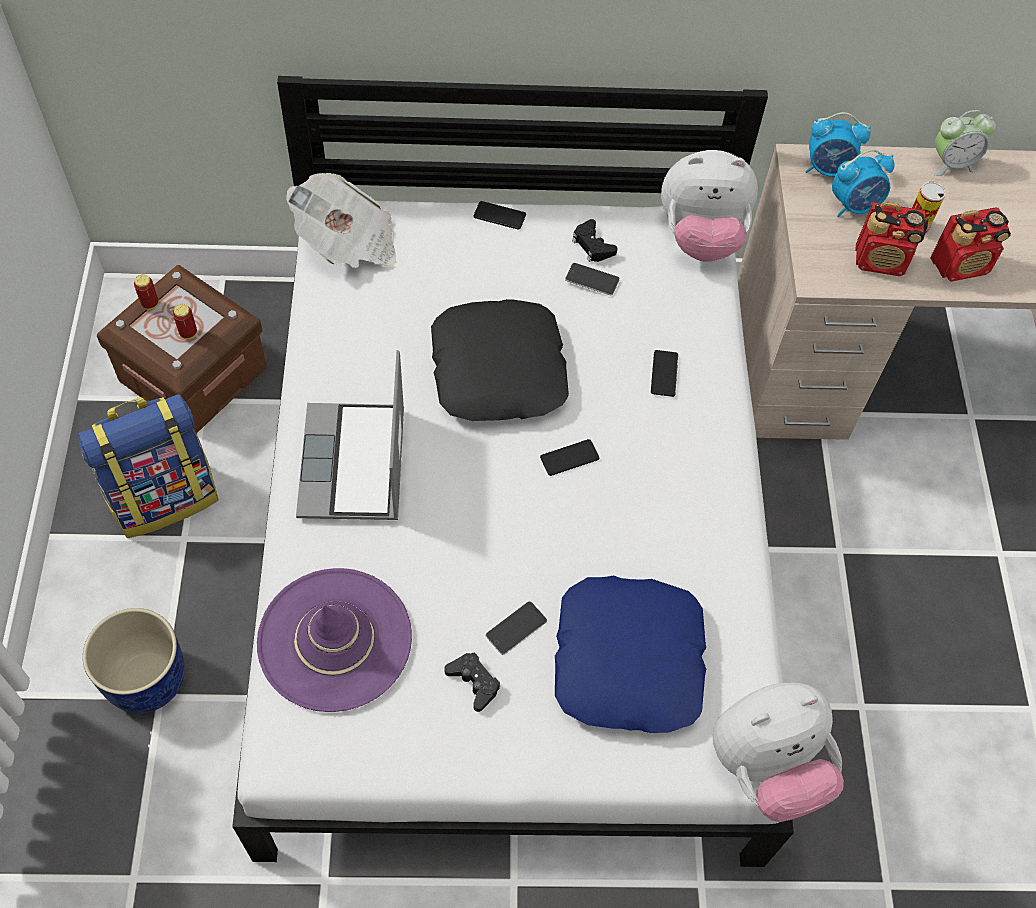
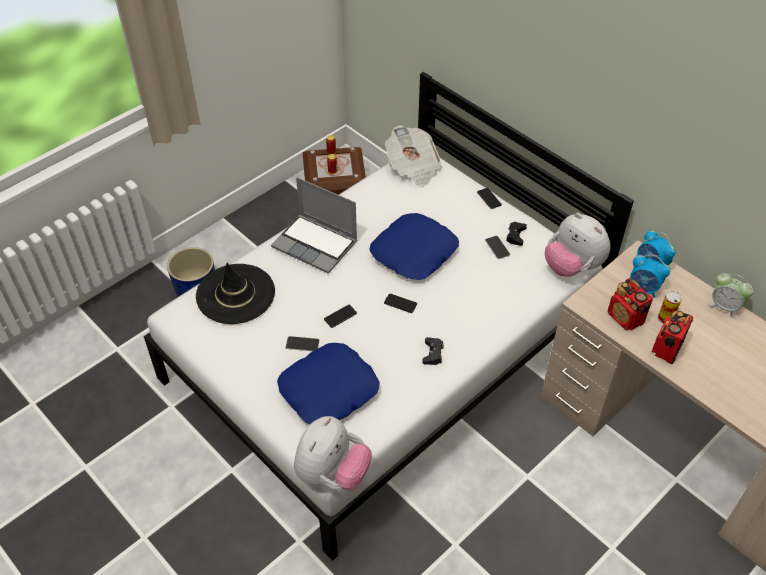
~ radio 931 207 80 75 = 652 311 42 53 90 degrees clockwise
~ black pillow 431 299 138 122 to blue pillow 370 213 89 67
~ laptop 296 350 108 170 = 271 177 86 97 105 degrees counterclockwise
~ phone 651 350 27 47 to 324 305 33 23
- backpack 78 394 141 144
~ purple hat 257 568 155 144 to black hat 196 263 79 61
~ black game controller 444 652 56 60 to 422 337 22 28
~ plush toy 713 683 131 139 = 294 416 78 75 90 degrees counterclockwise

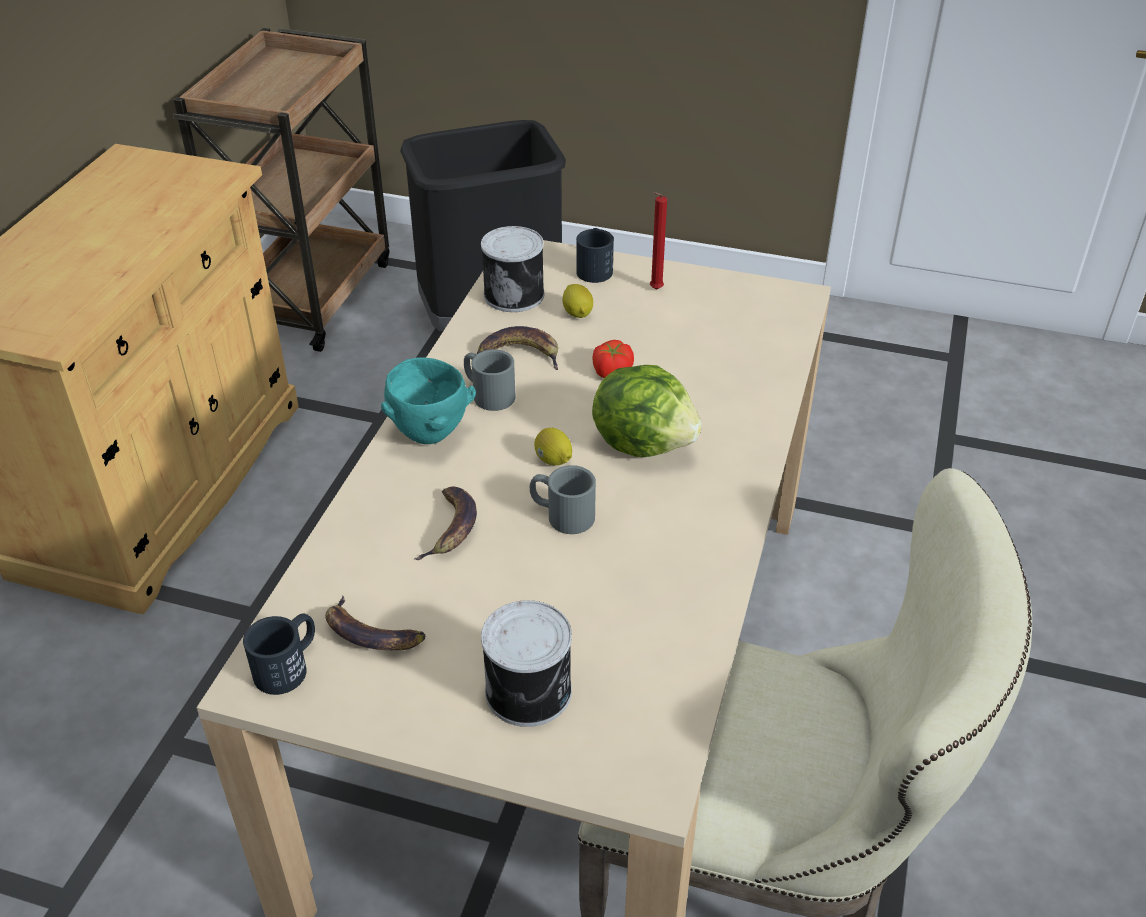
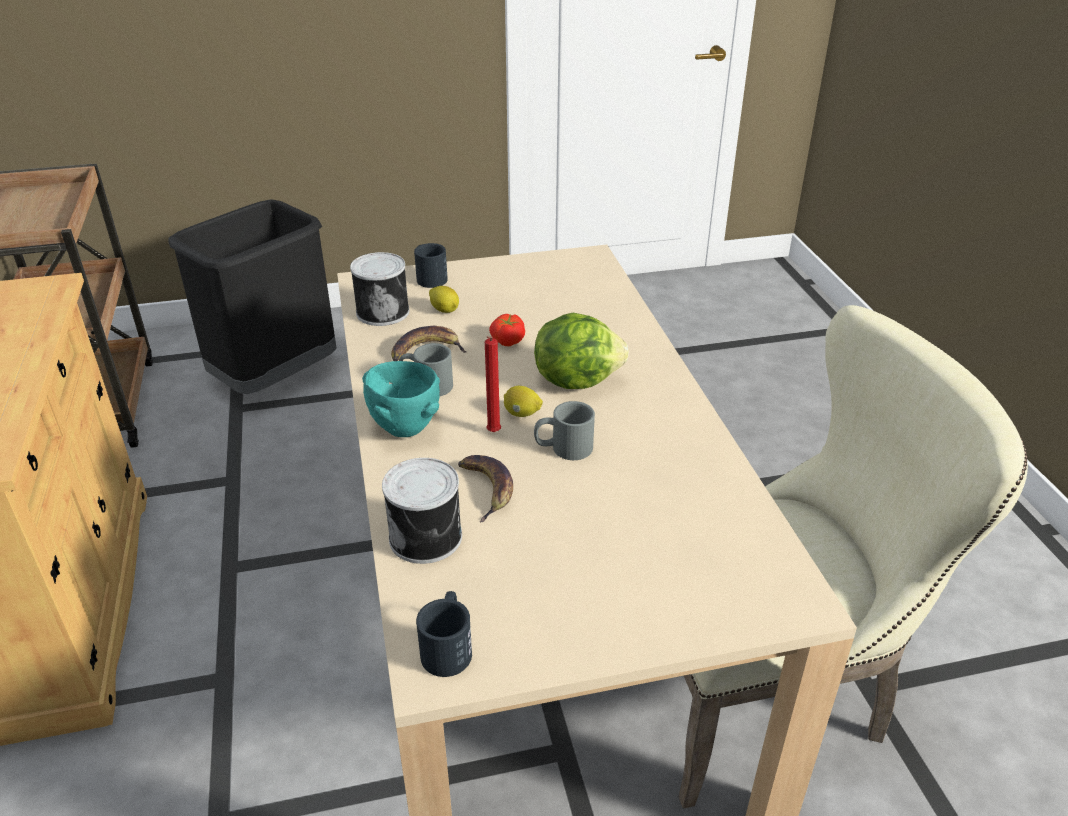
~ red candle 650 192 17 98 to 485 336 16 96
- banana 326 595 99 55
~ can 481 600 91 127 to 382 458 80 106

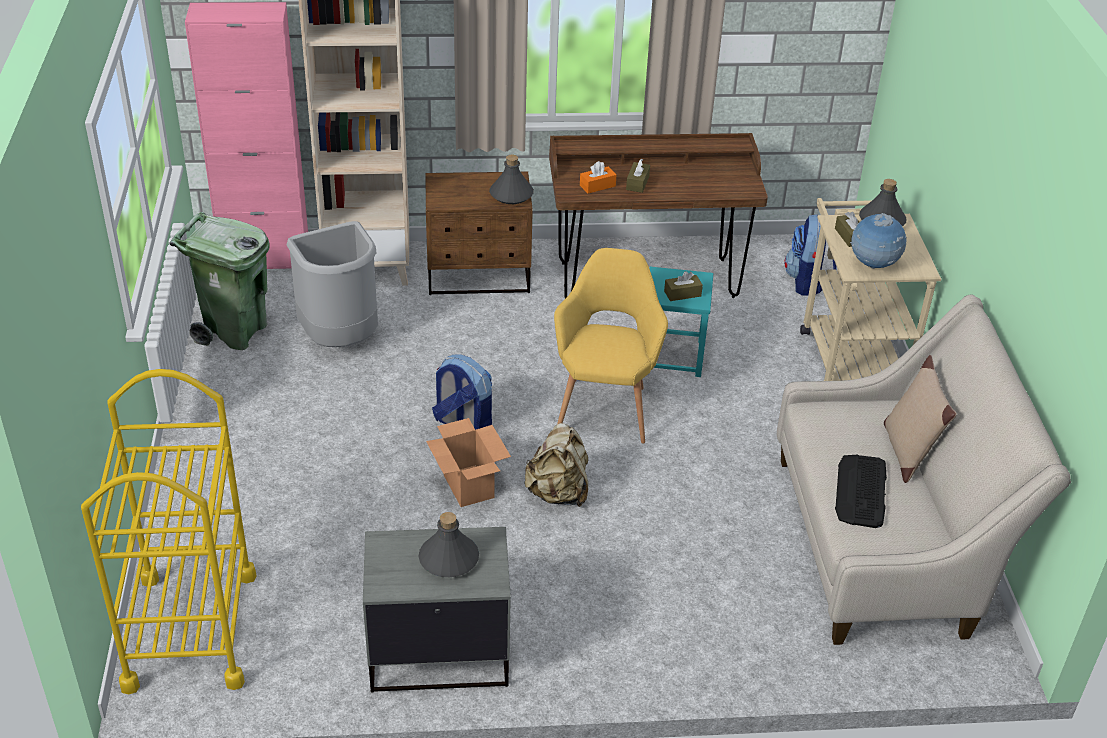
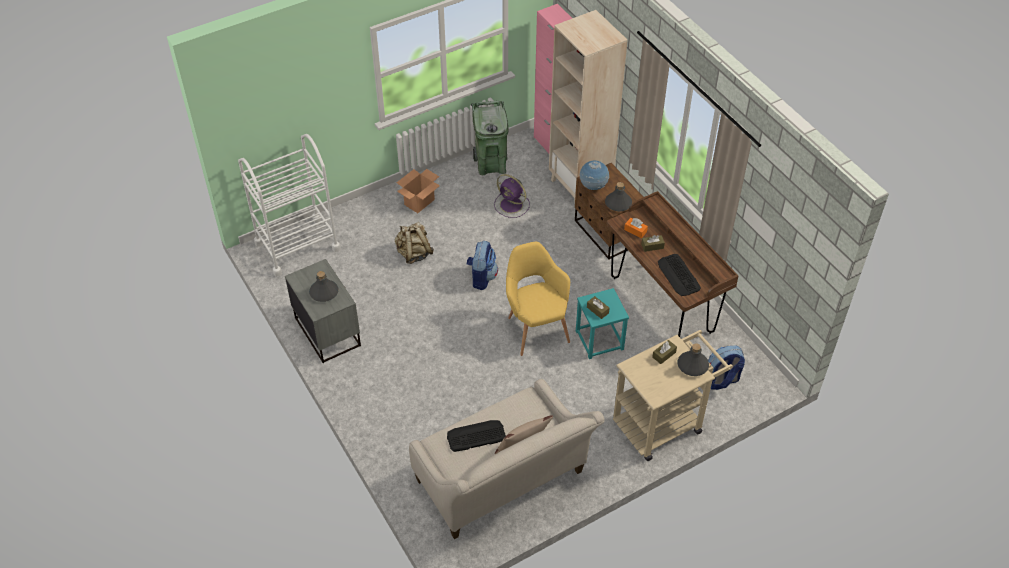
~ globe 850 213 57 56 to 580 161 30 29
~ grey trash can 286 221 92 126 to purple fan 494 174 36 44
~ yellow armchair 554 248 114 196 = 506 242 64 114 90 degrees counterclockwise
~ yellow cart 81 369 176 326 to white cart 238 134 103 143
~ cardboard box 426 418 85 89 to 397 169 43 44
~ beige backpack 525 423 63 84 to 395 222 39 42
+ keyboard 658 254 43 42

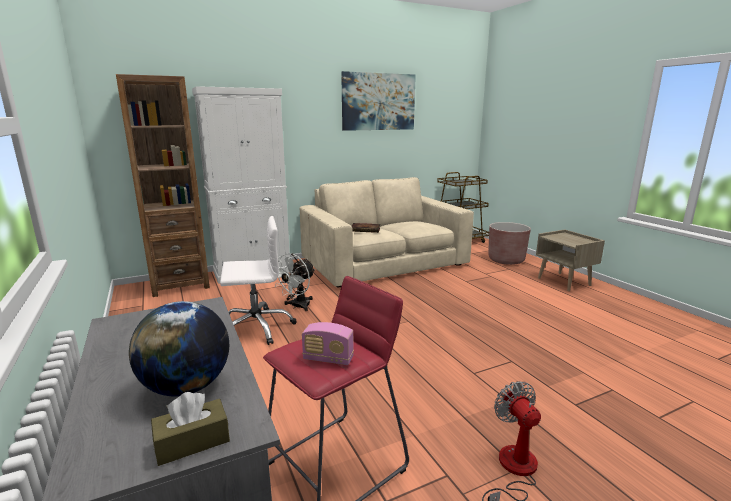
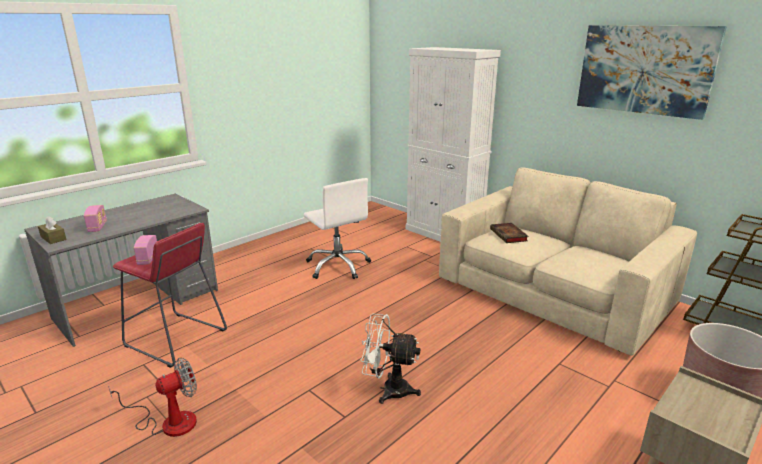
- brown bookcase 116 74 94 223
~ white fan 275 253 40 58 to 360 314 61 90
~ globe 129 301 100 95 to radio 84 205 23 27

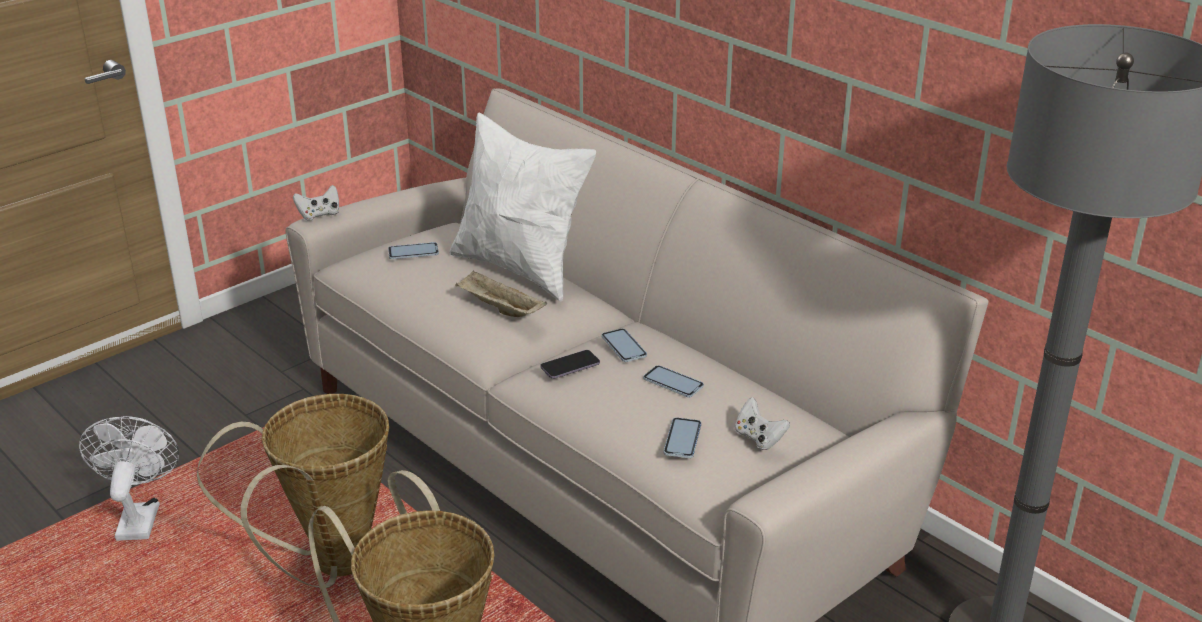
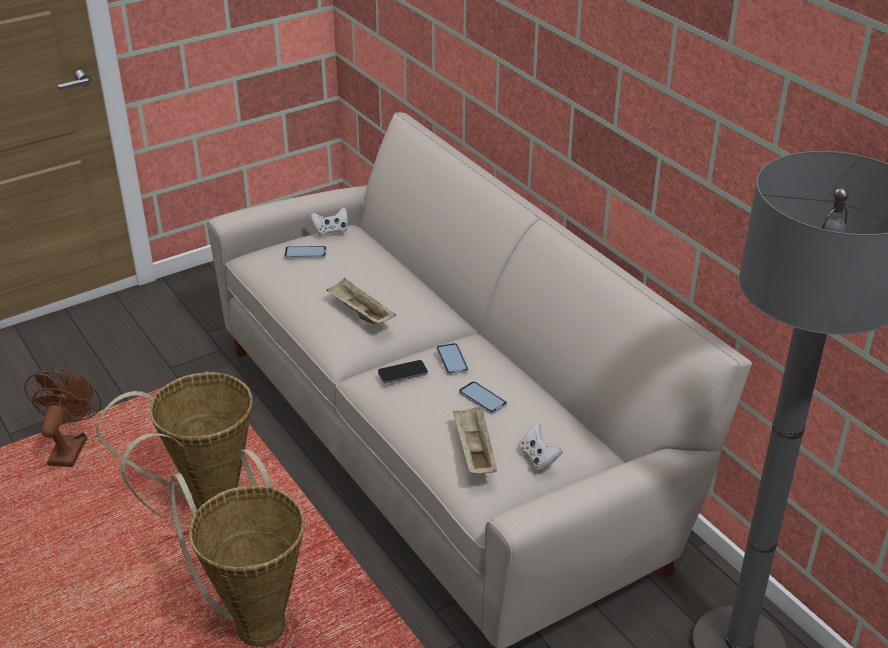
- white pillow 449 112 147 190
~ white game controller 293 185 46 35 to 311 207 37 29
~ white fan 79 416 100 125 to brown fan 24 369 77 98
~ phone 664 417 37 41 to beige tray 453 405 44 69

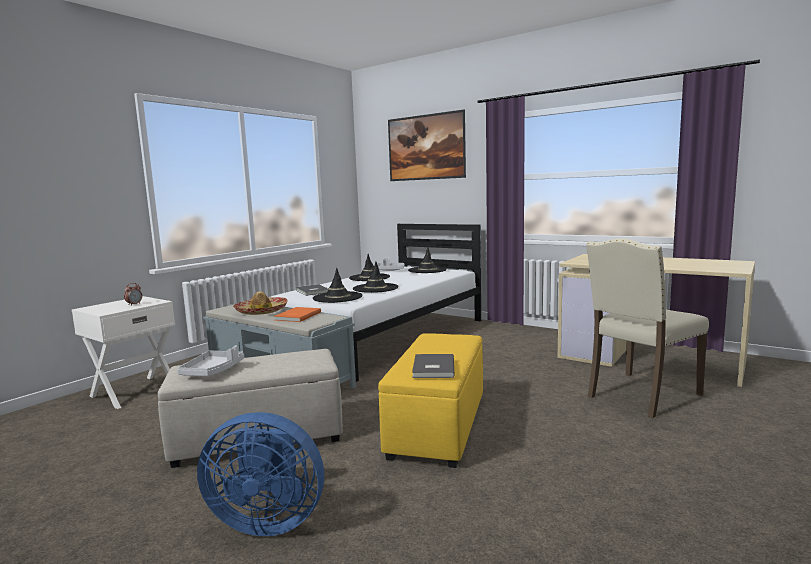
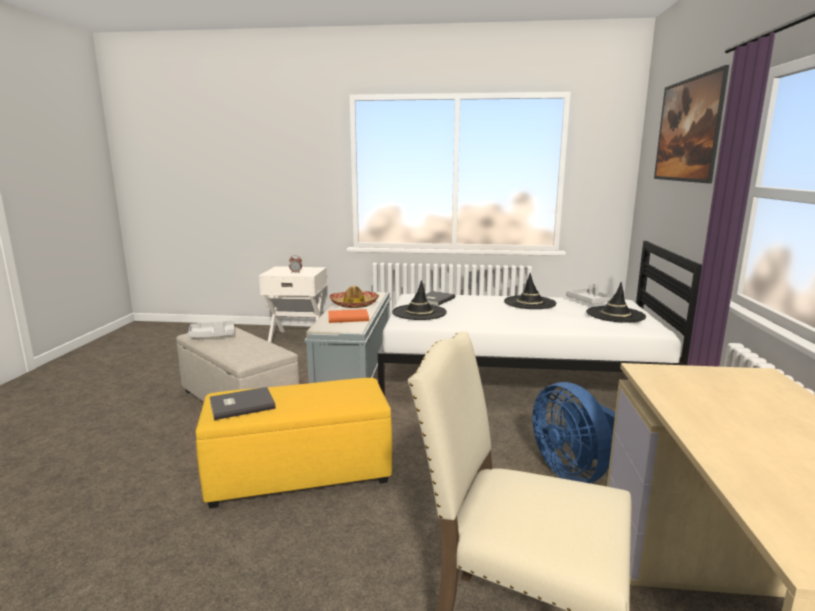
- black hat 353 261 45 32
~ blue fan 197 412 127 124 to 533 382 82 101

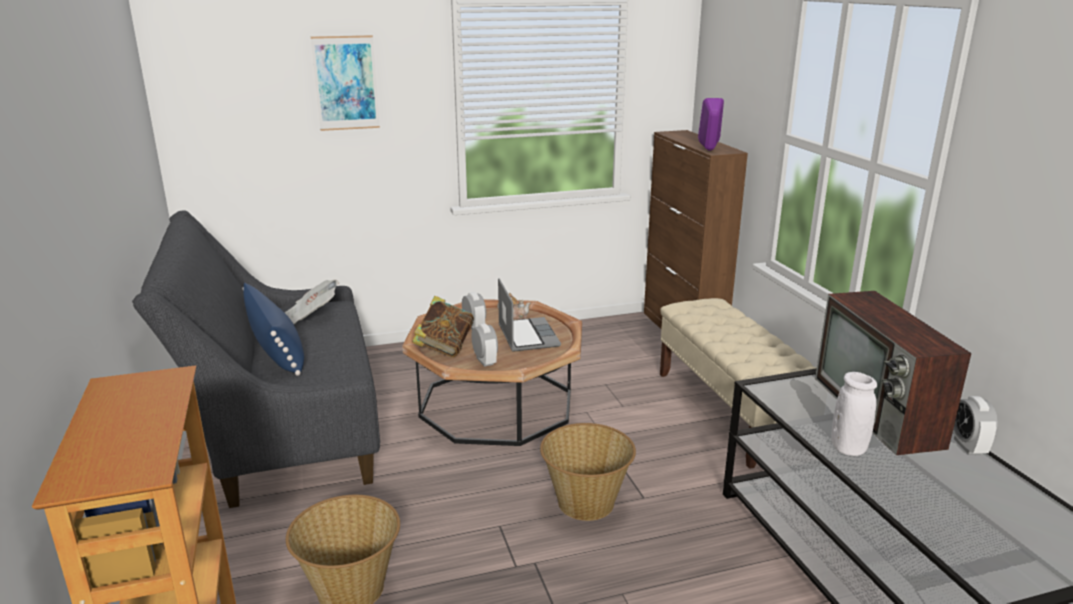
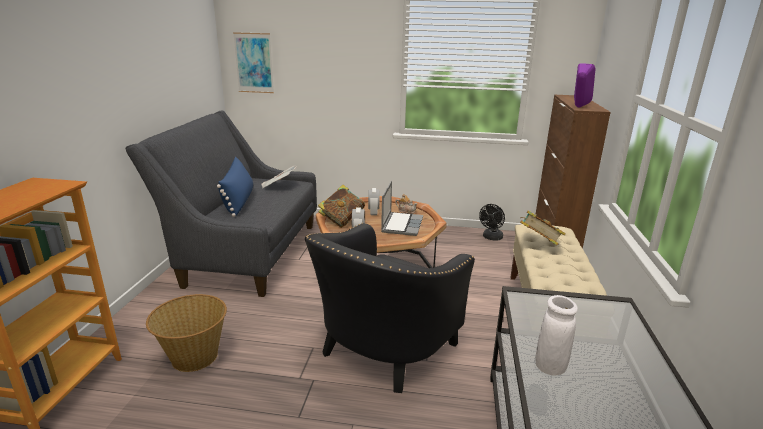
~ picture 311 35 69 96 to 233 32 41 61
- television 815 291 156 164
- alarm clock 953 396 45 59
~ basket 540 423 96 98 to black armchair 305 223 170 170
+ black fan 479 204 26 37
+ book 520 211 46 34

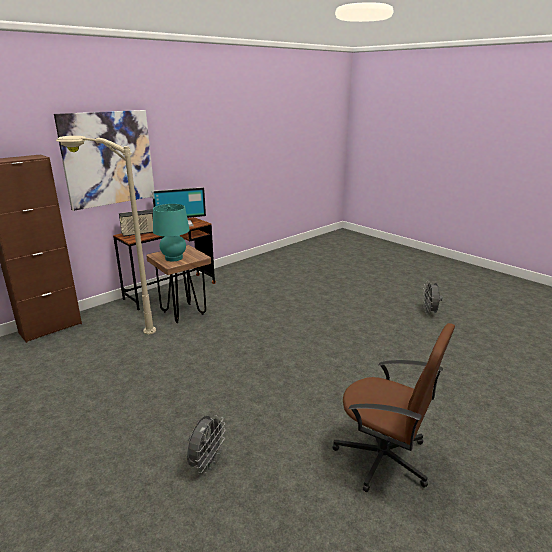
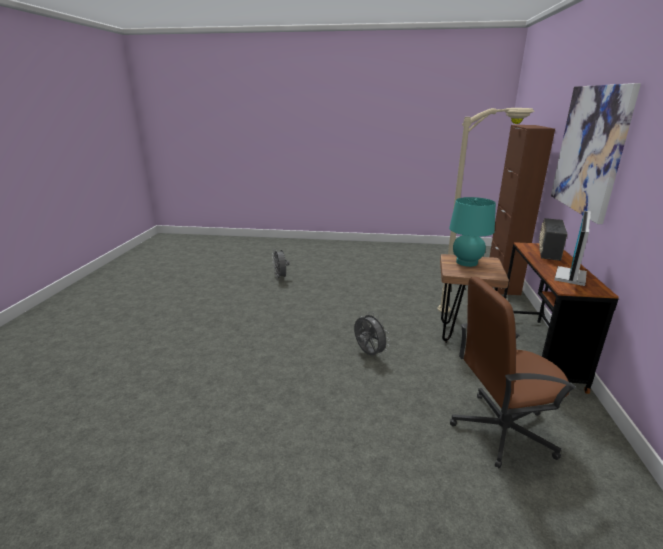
~ grey fan 422 281 21 34 to 354 312 36 44
~ brown office chair 332 323 123 169 to 450 277 126 191

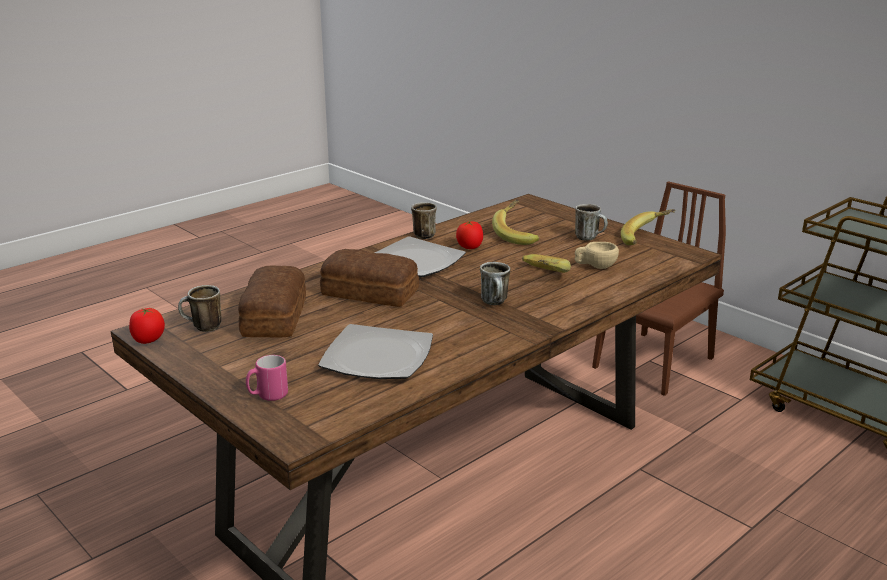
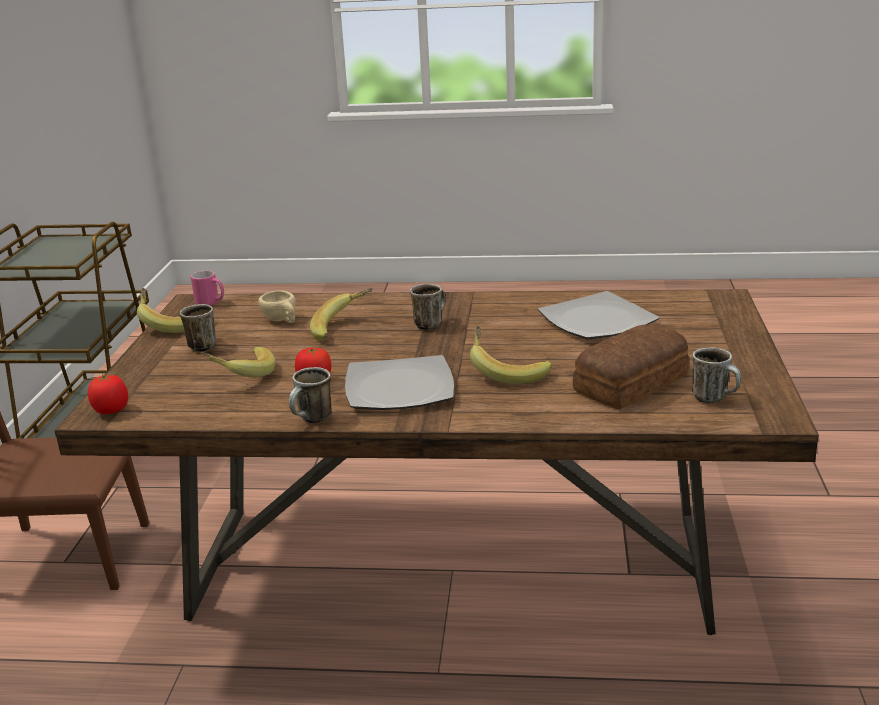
~ bread 320 249 99 58 to banana 470 326 82 58
~ tomato 129 308 36 36 to 88 374 40 40
~ pink mug 246 355 42 46 to 191 271 33 35

